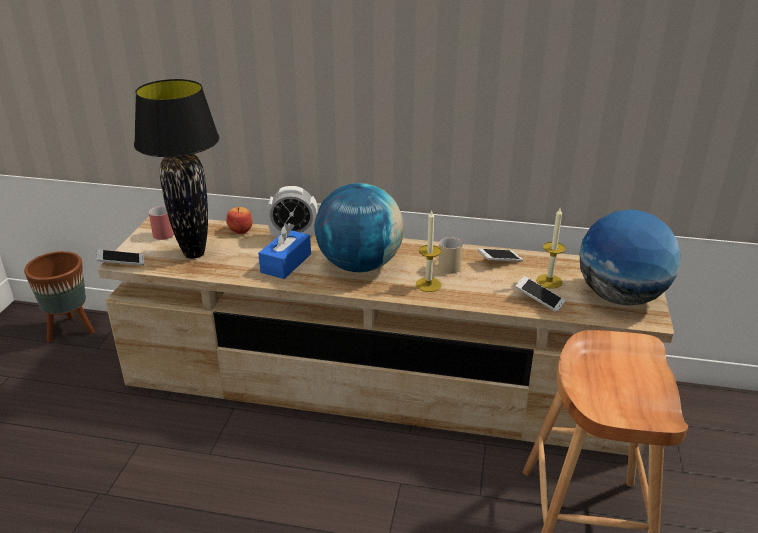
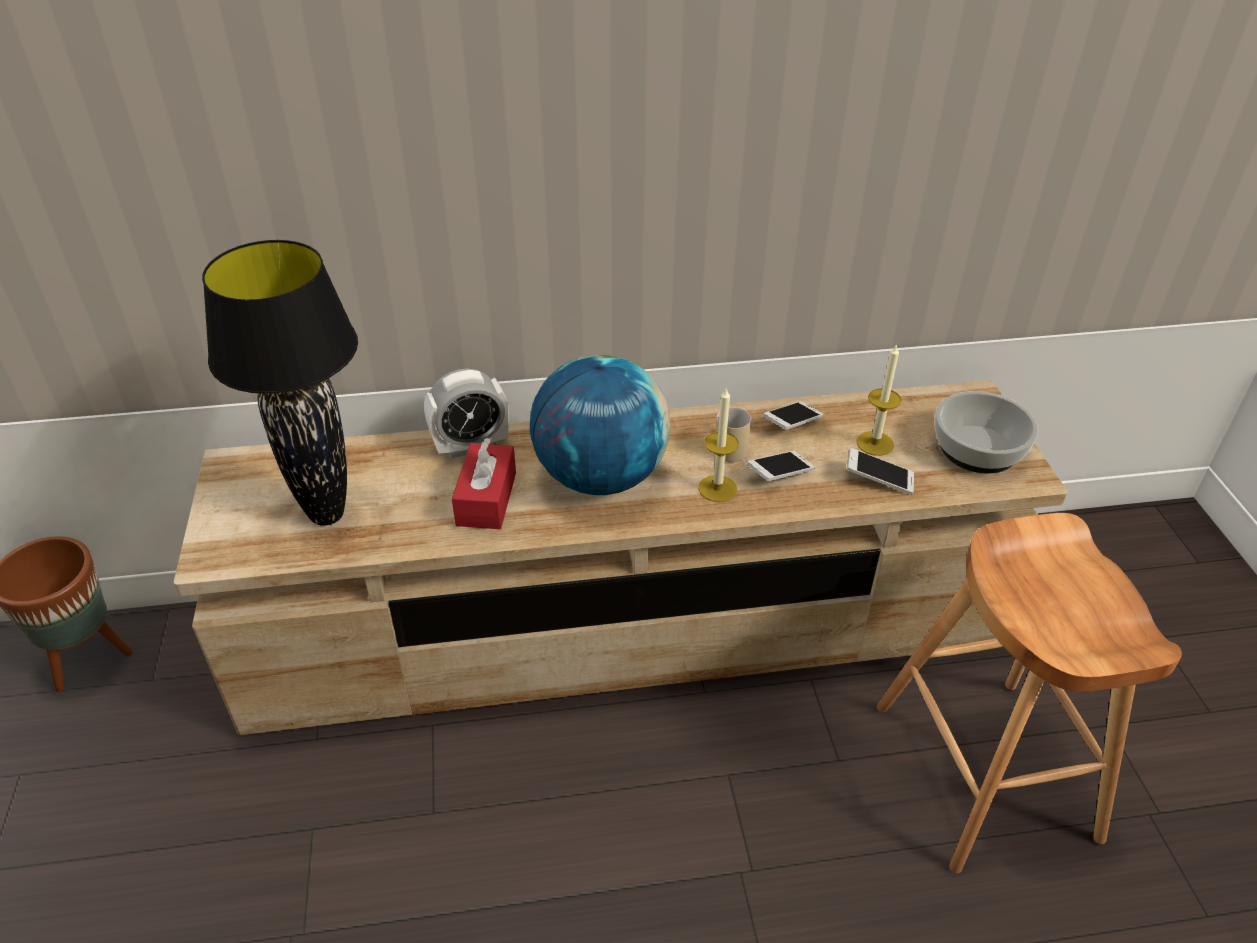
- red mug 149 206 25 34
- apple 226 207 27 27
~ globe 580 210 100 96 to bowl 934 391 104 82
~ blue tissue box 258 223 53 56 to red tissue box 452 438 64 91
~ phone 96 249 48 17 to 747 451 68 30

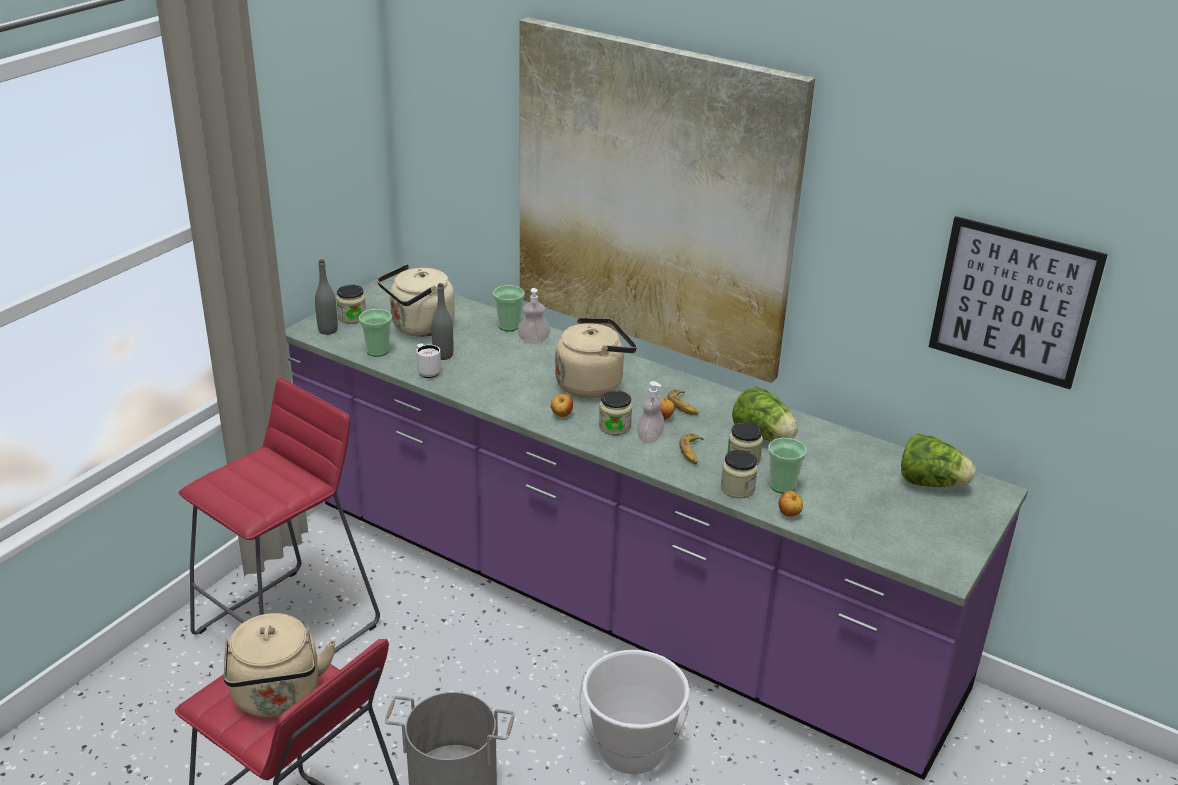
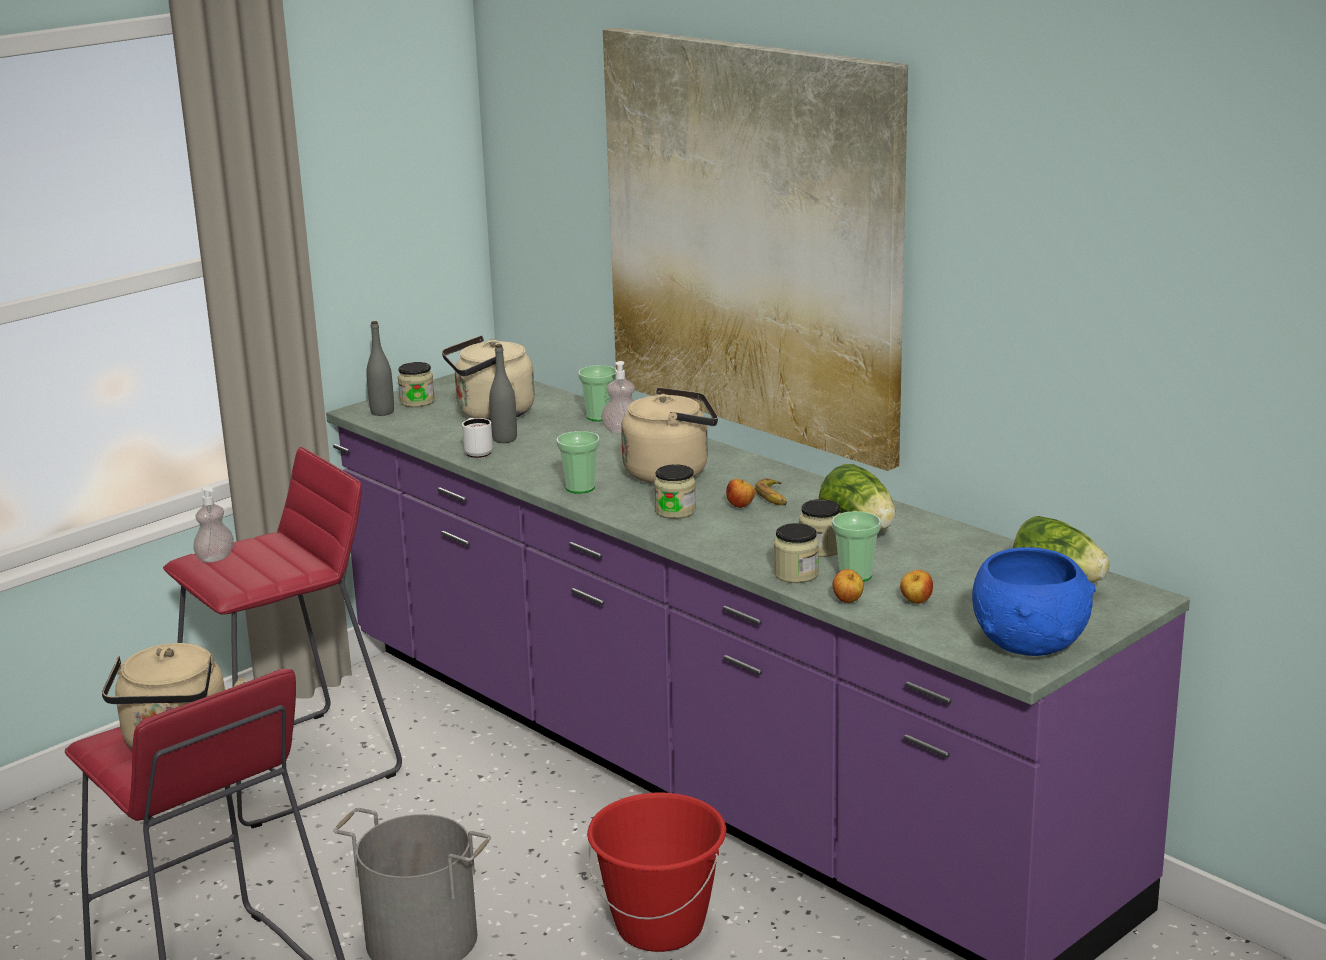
- picture 929 216 179 173
~ cup 359 309 33 48 to 556 431 44 63
~ soap dispenser 637 381 28 62 to 193 486 41 77
~ apple 551 394 22 23 to 900 570 33 34
- banana 679 433 25 31
~ white bucket 579 650 111 124 to red bucket 587 793 139 159
+ blue bowl 972 547 124 109

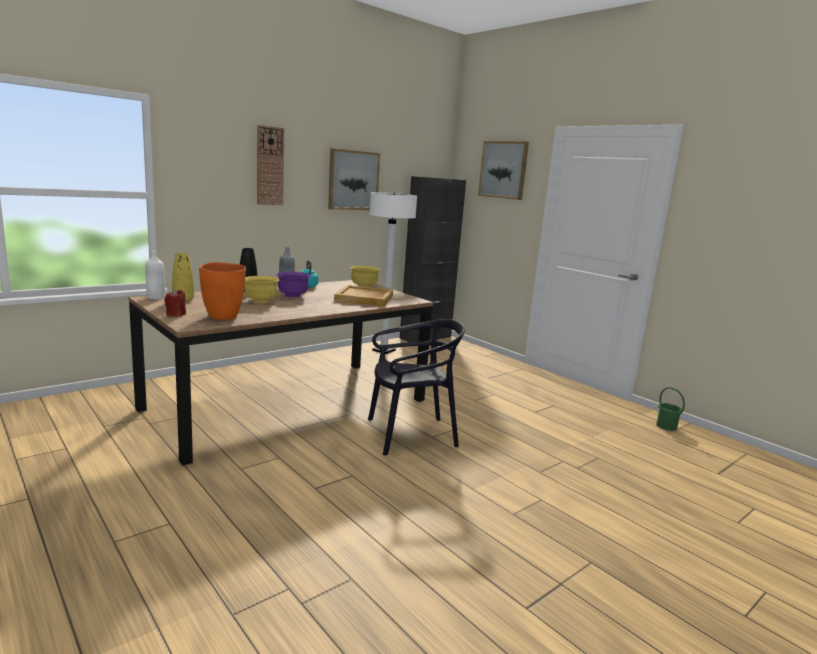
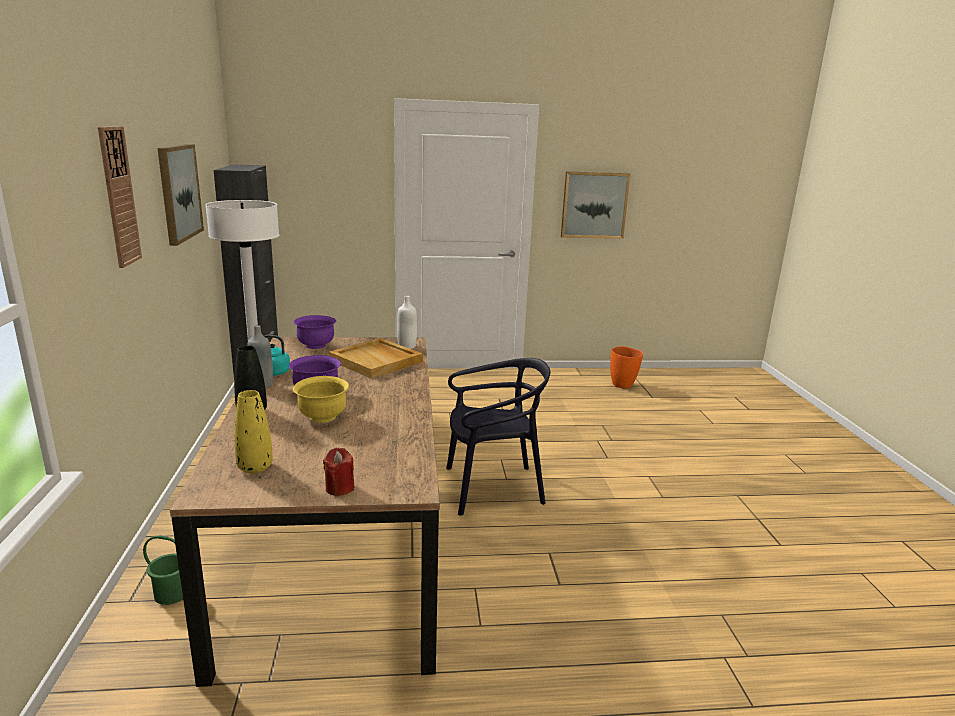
~ picture 478 141 51 59 to 561 171 70 68
~ white bottle 145 250 20 49 to 397 295 20 54
~ orange vase 199 262 47 58 to 610 346 33 43
~ yellow bowl 350 266 30 21 to purple bowl 293 315 43 34
~ black chair 368 319 97 136 = 446 358 104 158 60 degrees clockwise
~ green bucket 656 387 29 44 to 143 535 40 70

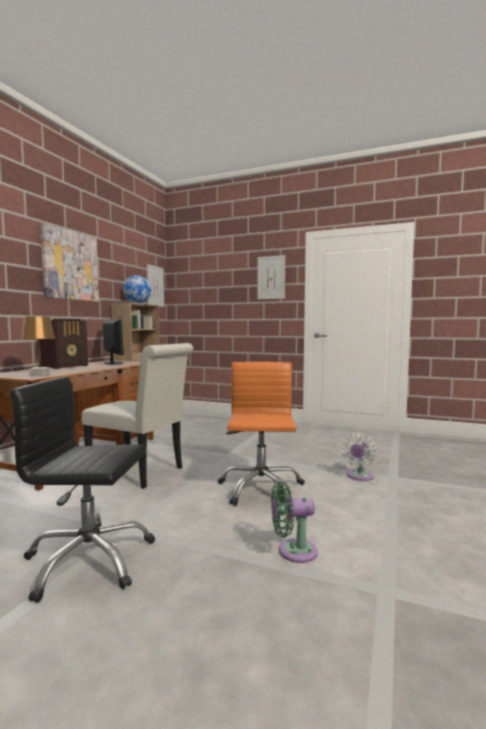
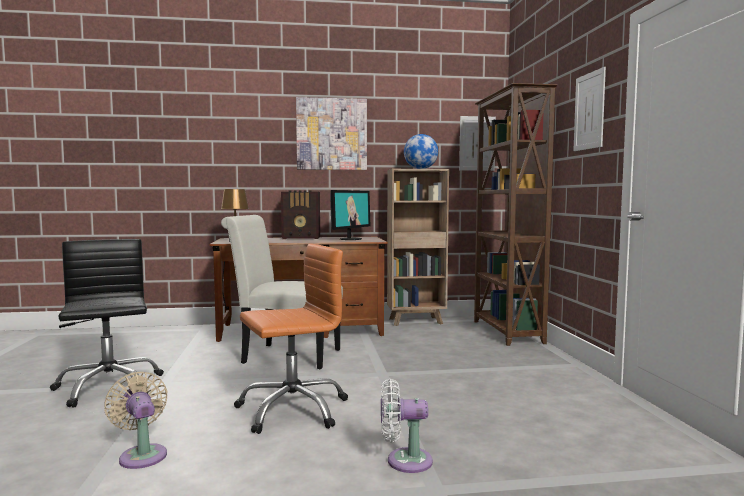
~ white chair 81 343 112 146 = 221 215 122 154 105 degrees clockwise
~ green fan 271 481 47 82 to beige fan 104 372 64 97
+ brown bookcase 474 83 83 263

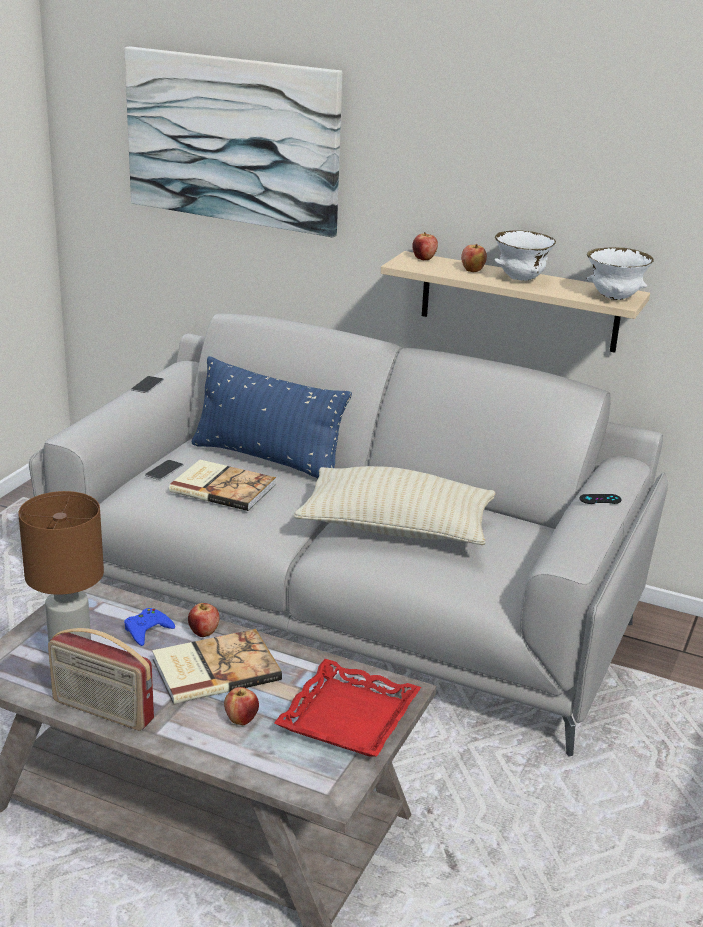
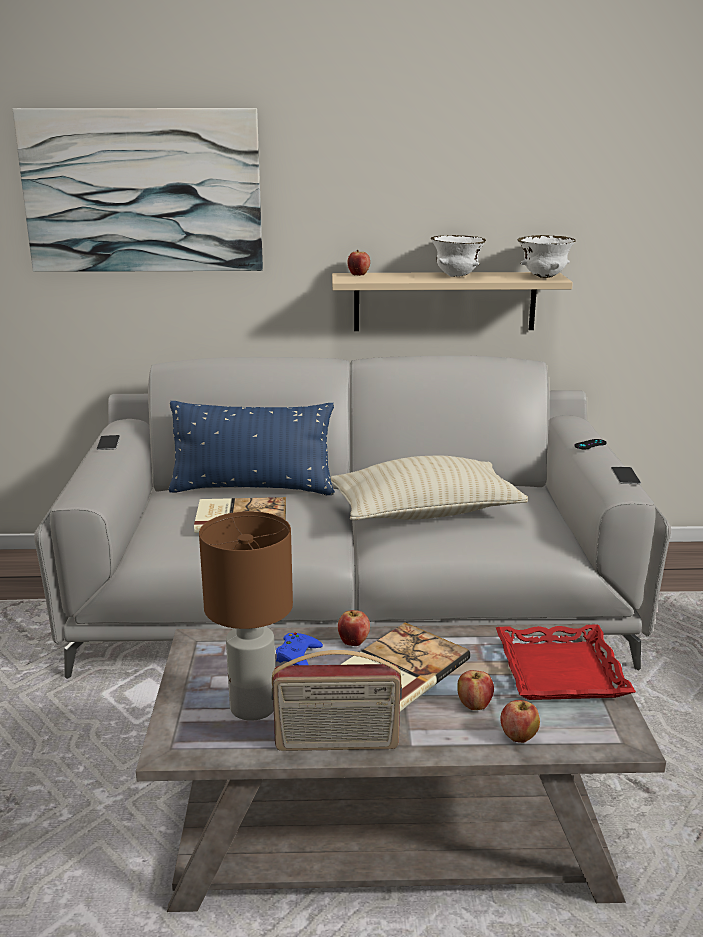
~ apple 461 244 26 28 to 500 700 40 43
~ phone 145 460 39 20 to 611 467 30 17

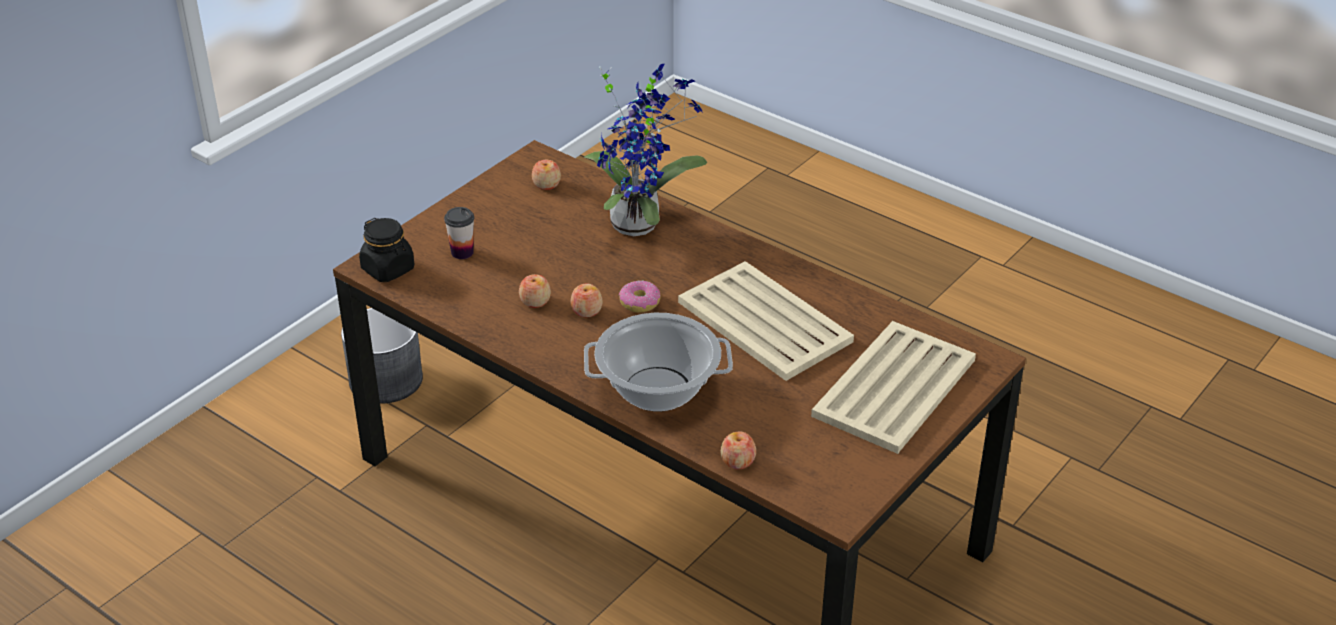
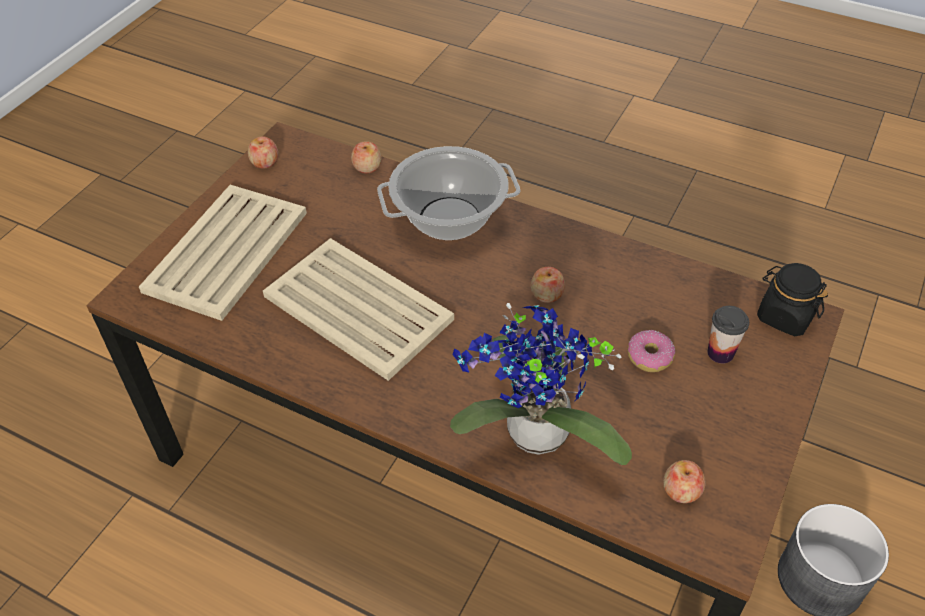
~ apple 519 274 32 34 to 248 136 30 33
~ donut 619 280 42 33 to 628 330 47 42

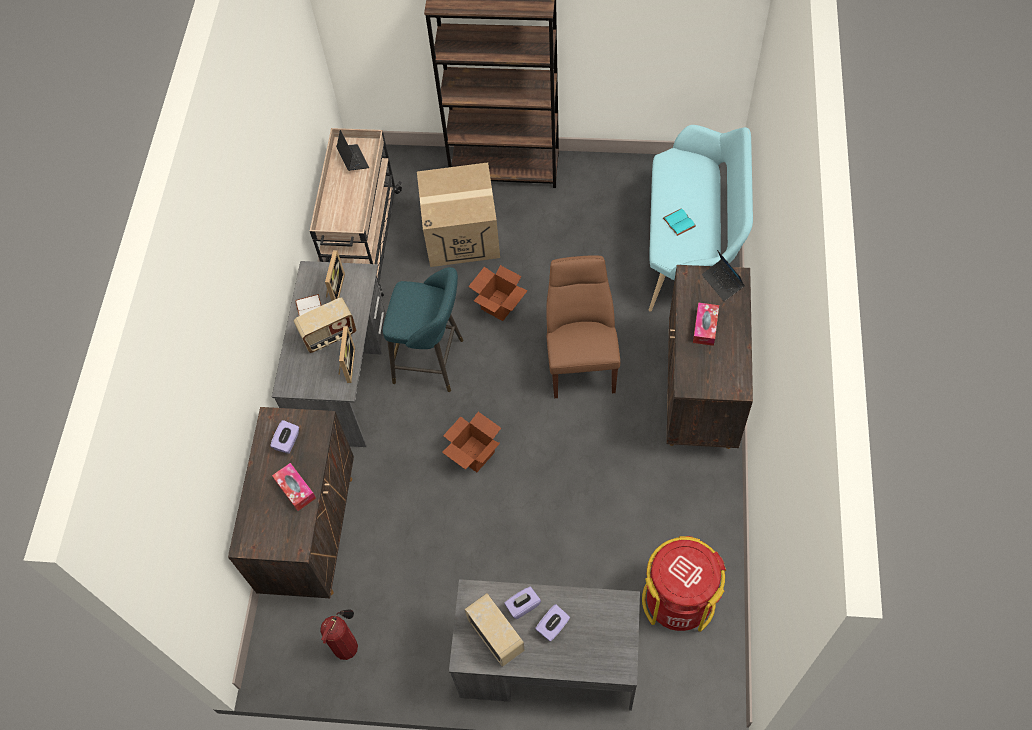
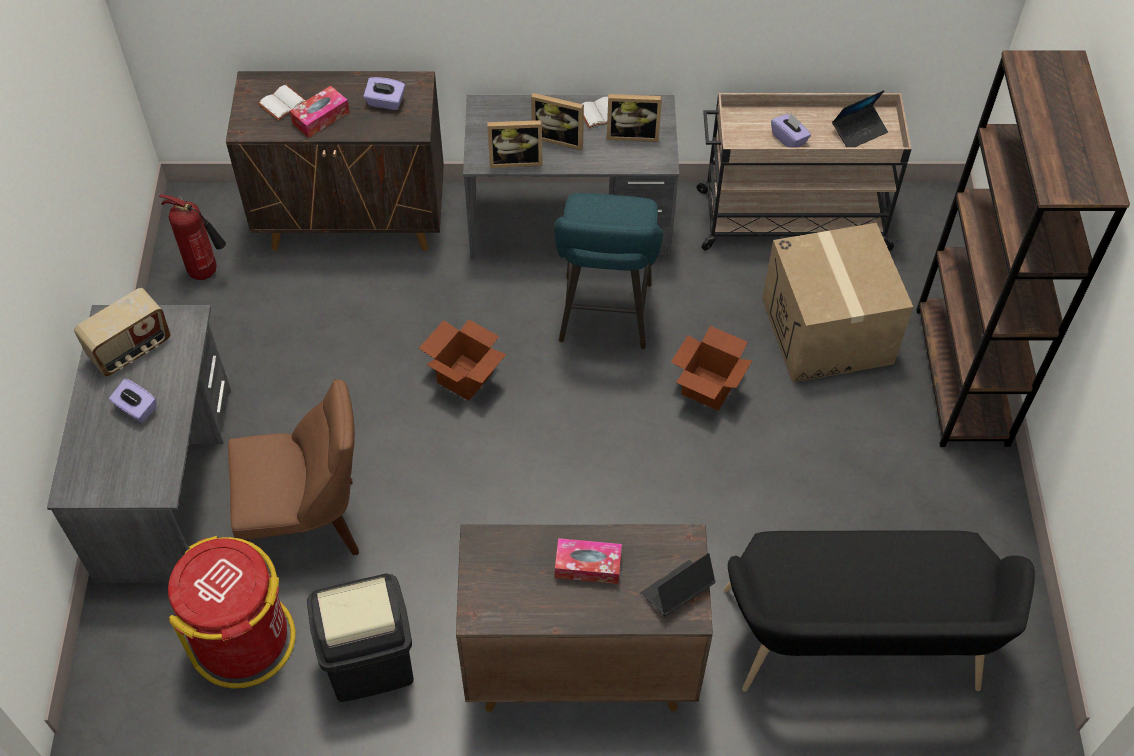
~ turquoise bench 649 125 104 187 to black bench 724 530 311 162
- turquoise book 663 208 33 28
~ brown chair 546 255 74 143 to 228 379 131 176
~ radio 293 298 63 55 to picture frame 531 93 53 57
~ purple tissue box 505 587 36 32 to 771 113 40 34
+ white book 258 85 48 36
+ black trash can 307 573 107 129

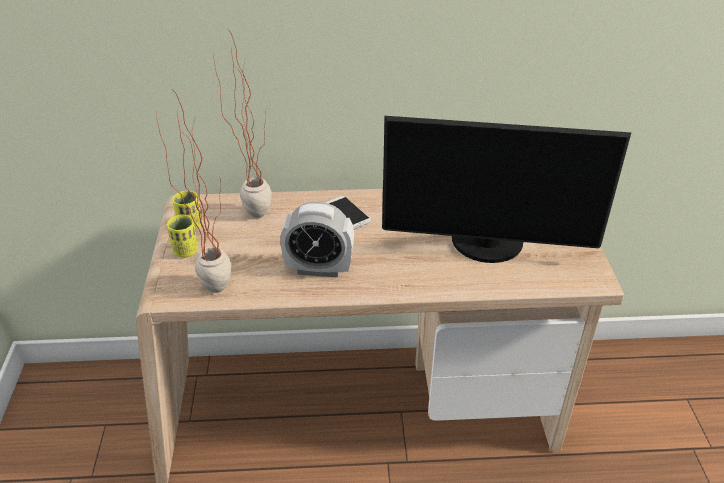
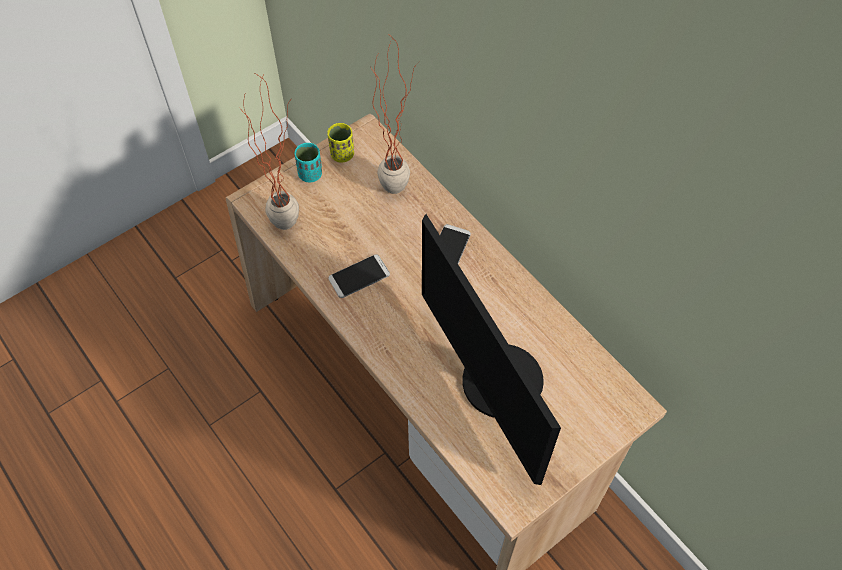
~ alarm clock 280 202 74 75 to phone 328 254 62 44
~ yellow cup 167 215 31 43 to turquoise cup 295 143 27 39

